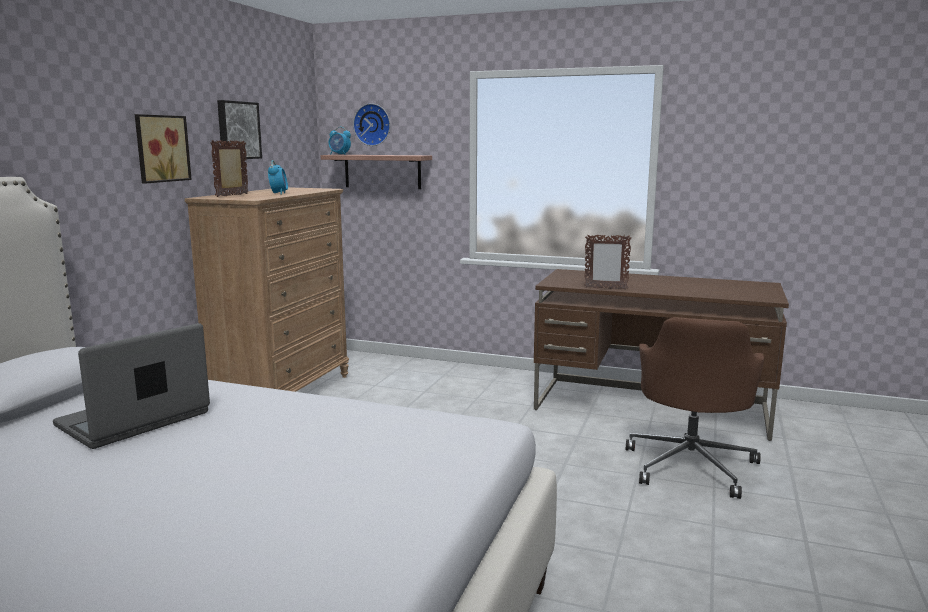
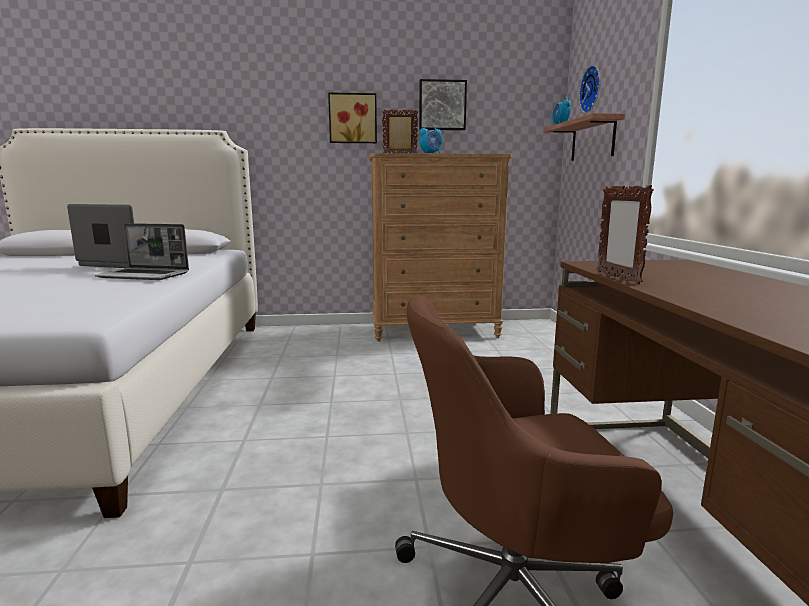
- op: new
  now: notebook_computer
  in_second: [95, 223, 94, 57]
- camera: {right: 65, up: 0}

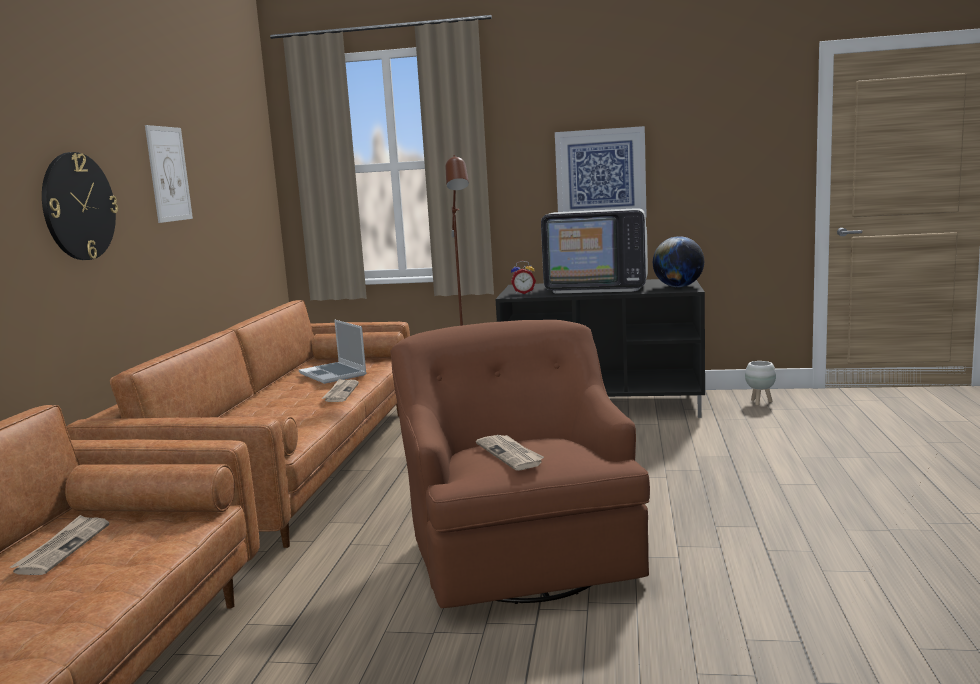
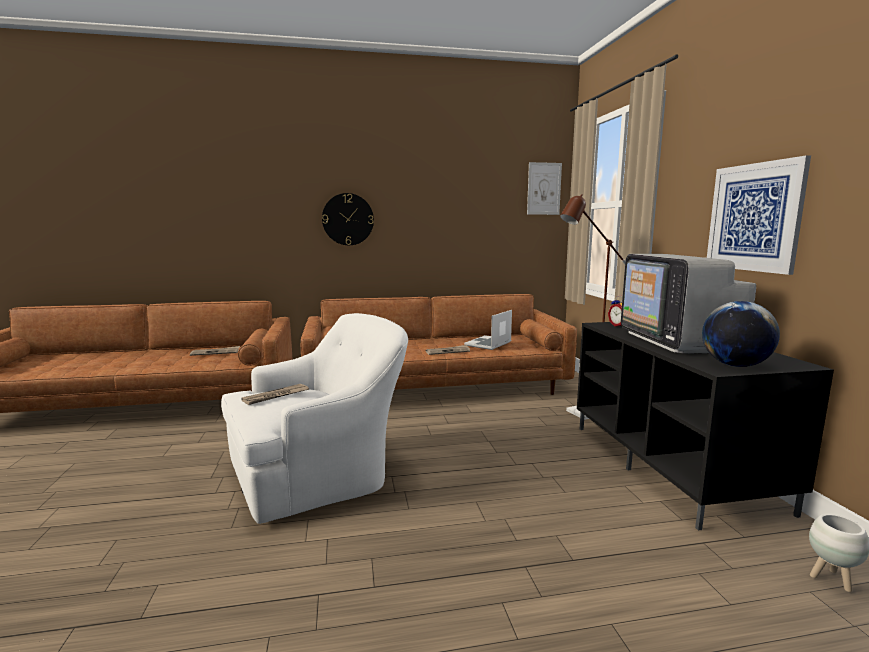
- op: shifted
  was: wall_picture
  in_first: [145, 125, 48, 98]
  in_second: [527, 162, 35, 53]
- op: repainted
  was: brownish_easy_chair
  now: white-coloured_easy_chair
  in_first: [391, 320, 259, 288]
  in_second: [221, 313, 187, 211]
- camera: {right: 70, up: 0}

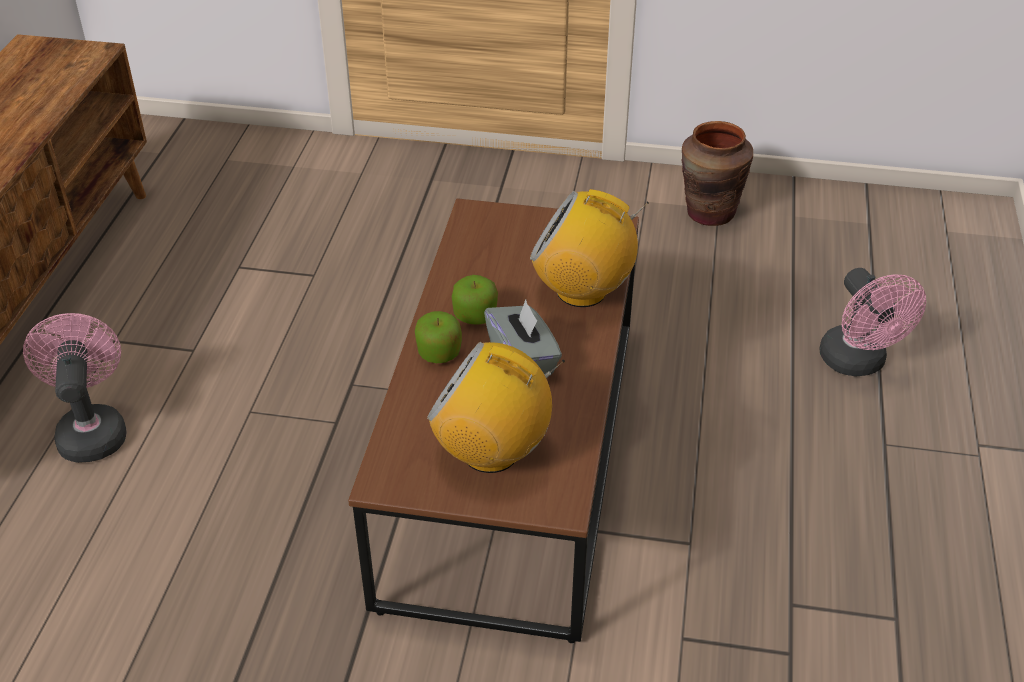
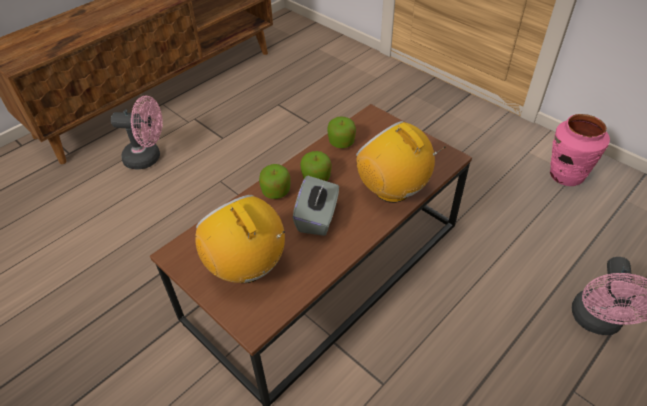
- op: rotated
  was: pink-coloured_fan
  in_first: [23, 313, 104, 150]
  in_second: [111, 96, 52, 73]
  clockwise: 75
- op: repainted
  was: brownish_vase
  now: pink-coloured_vase
  in_first: [682, 121, 71, 105]
  in_second: [550, 114, 60, 72]
- op: new
  now: apple_fruit
  in_second: [327, 116, 29, 32]
- camera: {right: 35, up: 5}

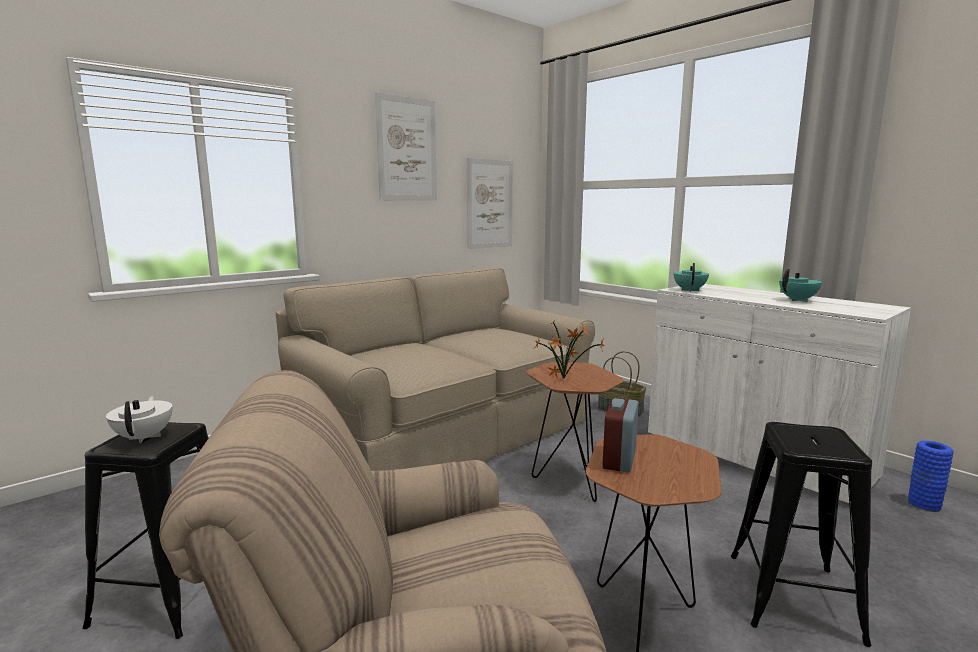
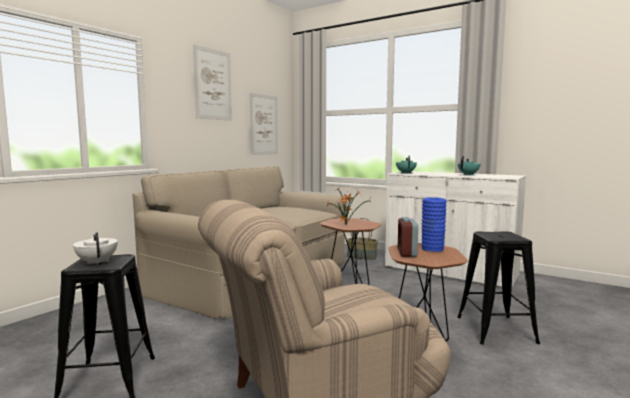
- op: shifted
  was: blue_vase
  in_first: [908, 441, 45, 71]
  in_second: [421, 197, 26, 55]
- camera: {right: -15, up: -5}

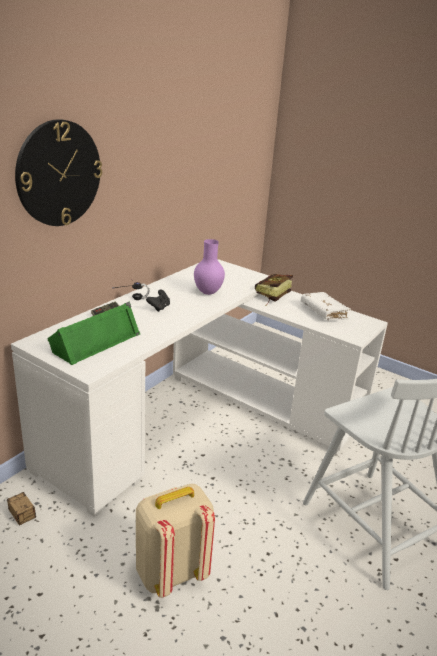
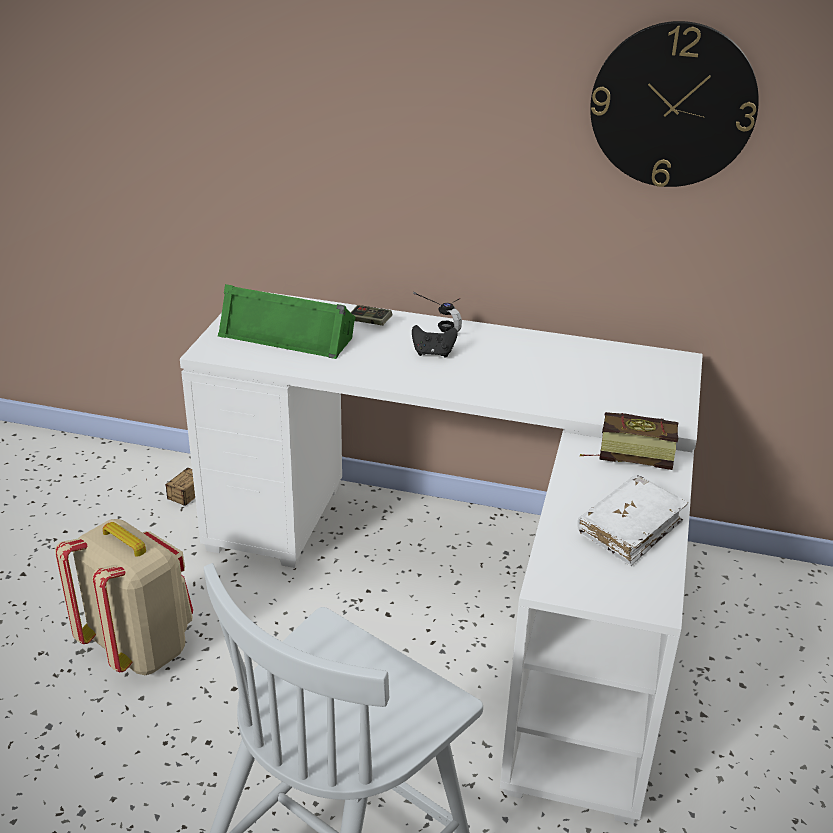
- op: shifted
  was: clock_on_the_wall
  in_first: [15, 119, 87, 107]
  in_second: [590, 21, 169, 166]
- op: gone
  was: purple-coloured_vase
  in_first: [194, 239, 31, 56]
- camera: {right: 70, up: 5}

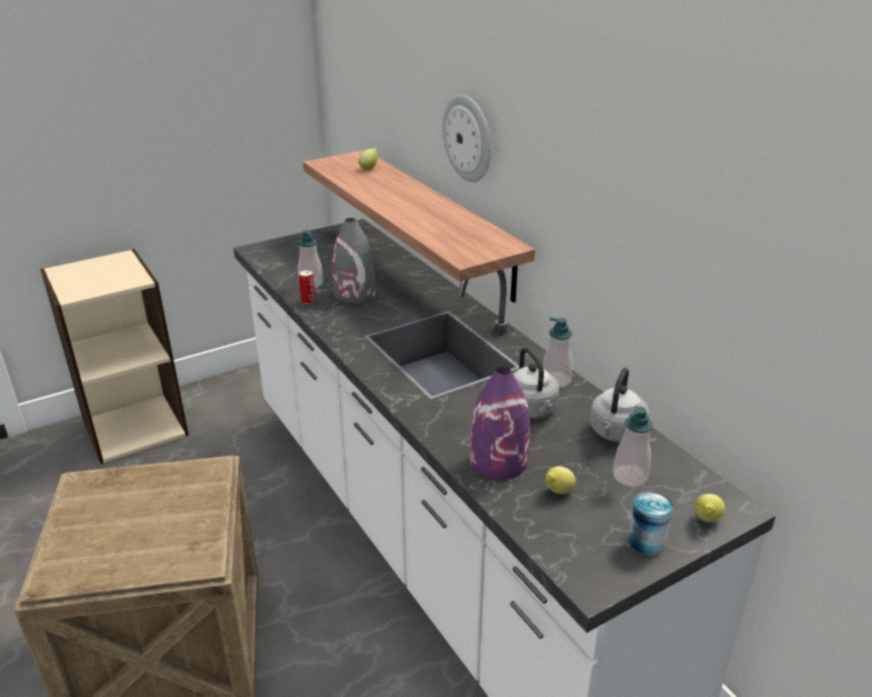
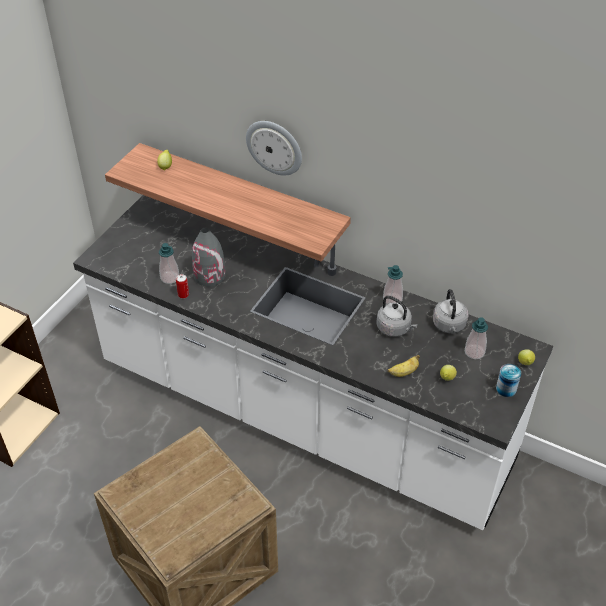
- op: swapped
  was: purple-coloured_vase
  now: banana_fruit
  in_first: [470, 366, 60, 114]
  in_second: [388, 355, 32, 22]
- camera: {right: -30, up: 15}

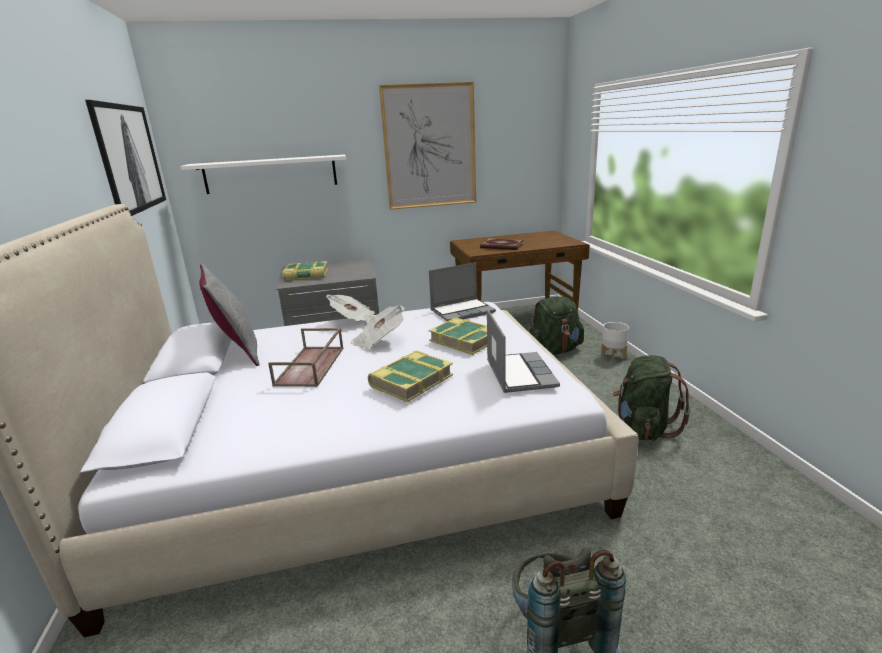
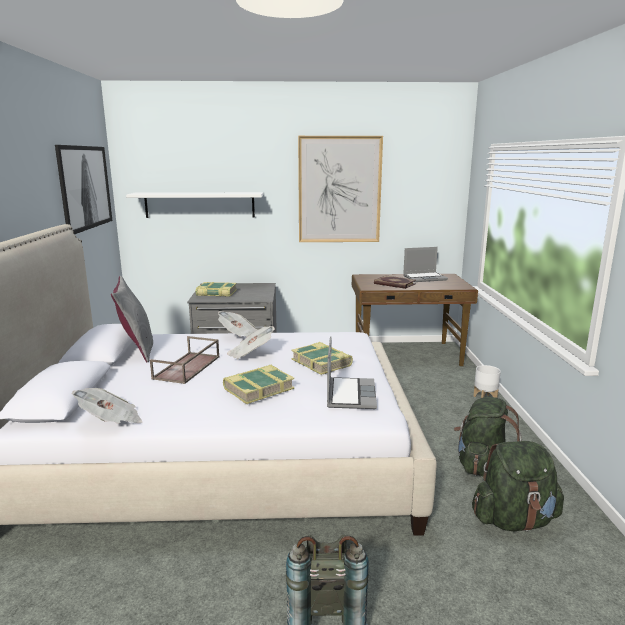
- op: shifted
  was: notebook_computer
  in_first: [429, 262, 67, 59]
  in_second: [403, 247, 45, 35]
- op: shifted
  was: greenish_knapsack
  in_first: [529, 296, 55, 59]
  in_second: [472, 441, 92, 90]
- op: new
  now: daily_paper
  in_second: [72, 388, 70, 36]
- camera: {right: 10, up: -5}

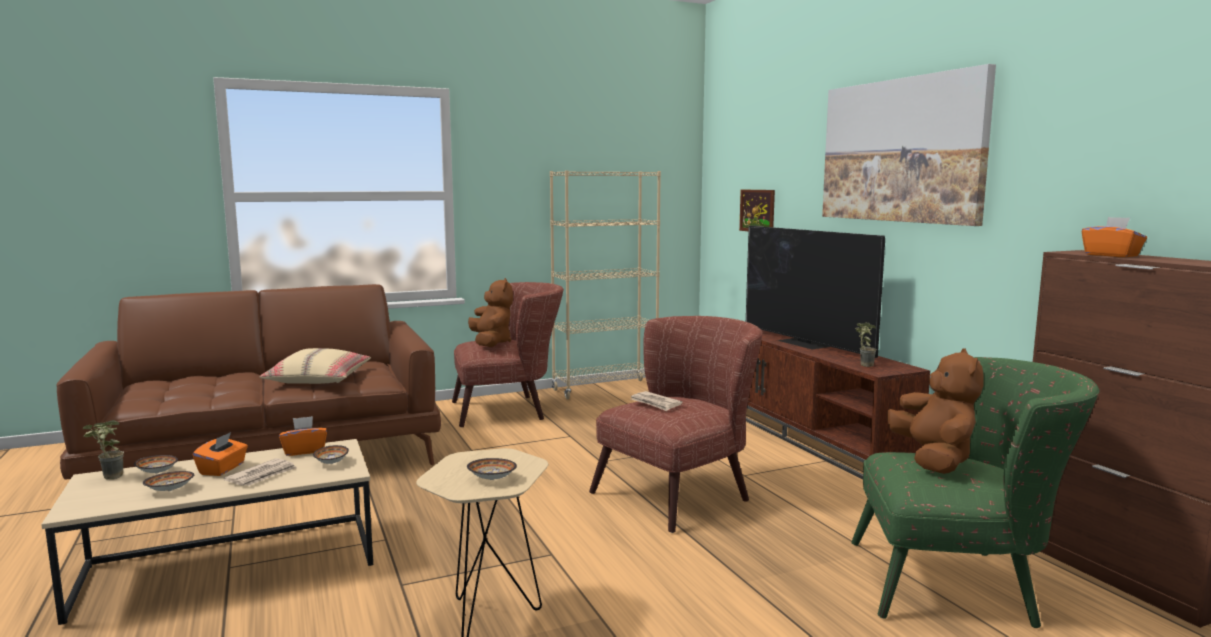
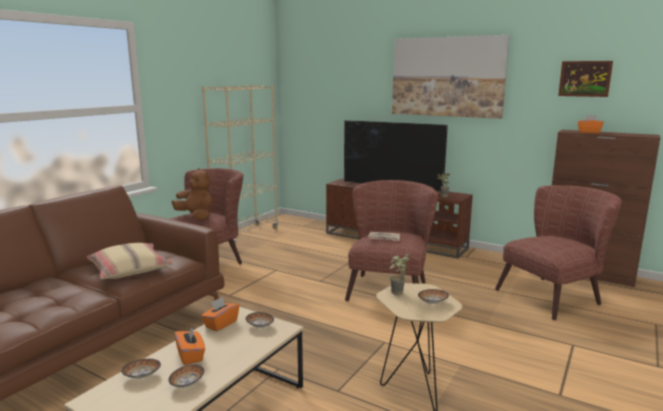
- op: shifted
  was: potted_plant
  in_first: [83, 420, 41, 60]
  in_second: [390, 253, 20, 42]
- op: gone
  was: daily_paper
  in_first: [223, 458, 74, 28]
- op: shifted
  was: wall_picture
  in_first: [739, 189, 36, 42]
  in_second: [558, 61, 55, 36]
- op: repainted
  was: greenish_easy_chair
  now: brownish_easy_chair
  in_first: [851, 357, 248, 271]
  in_second: [495, 185, 127, 135]
- op: gone
  was: brownish_soft_toy
  in_first: [887, 349, 97, 125]
- camera: {right: -35, up: 5}

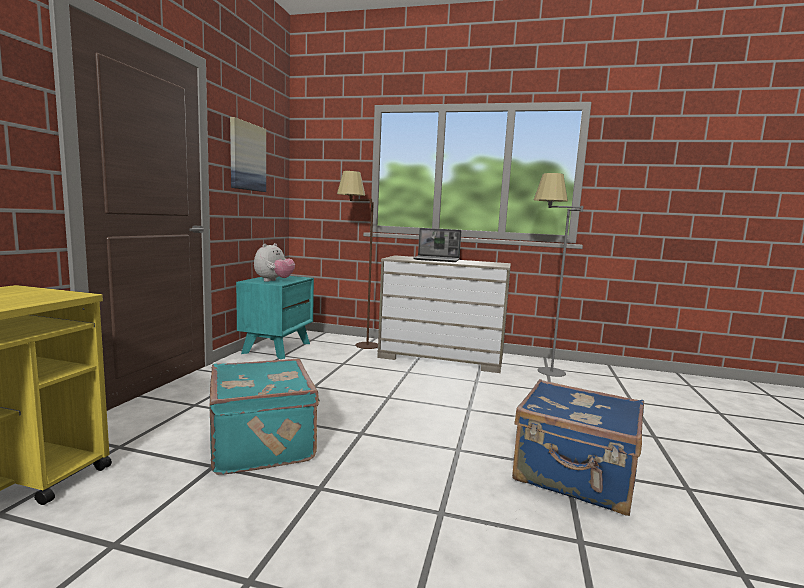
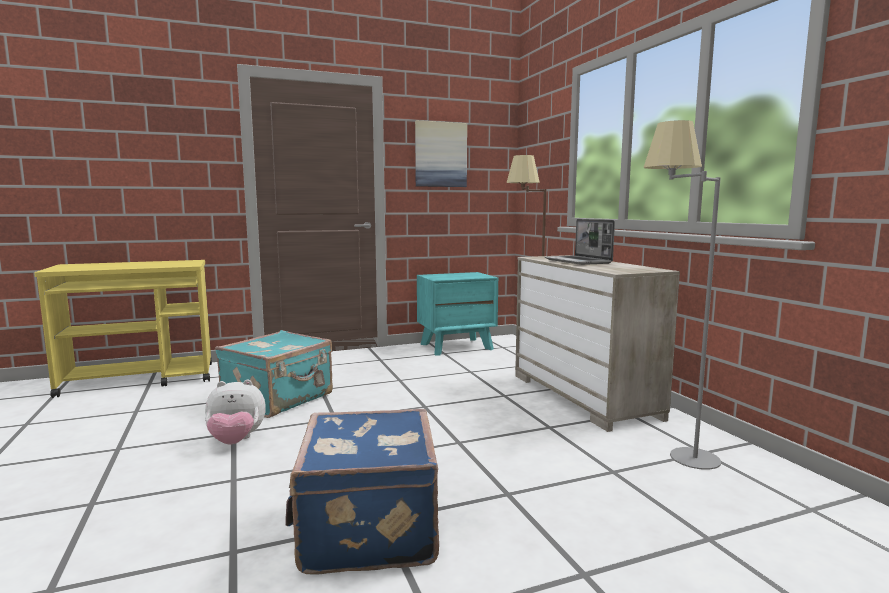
- op: shifted
  was: soft_toy
  in_first: [254, 243, 41, 39]
  in_second: [205, 380, 61, 65]
- camera: {right: 55, up: 0}

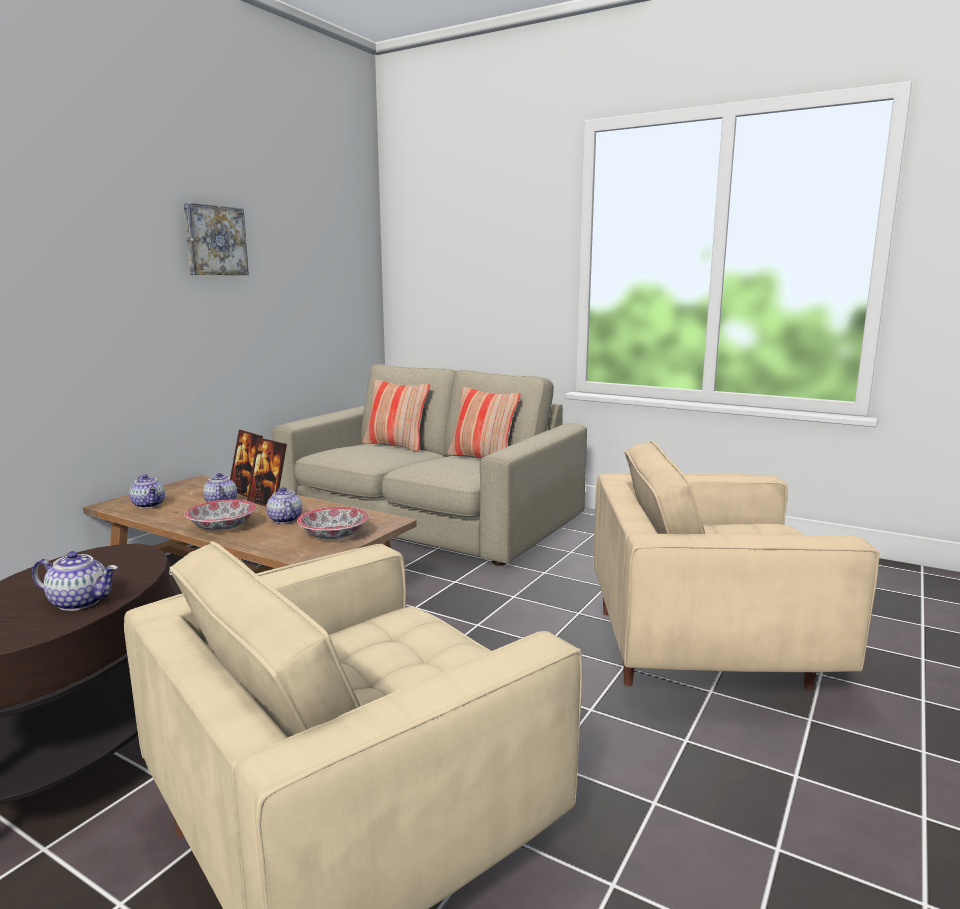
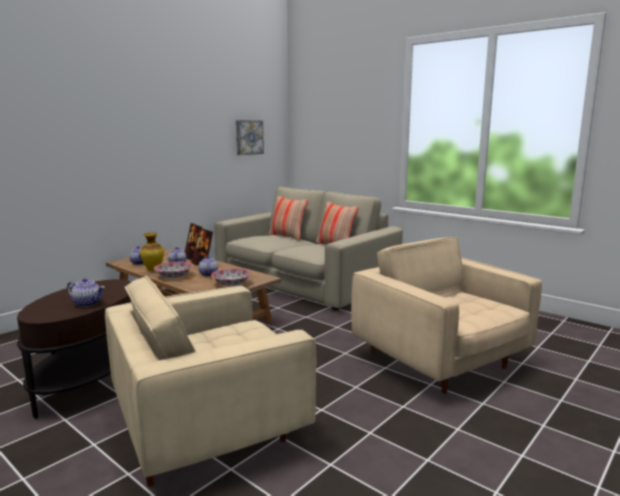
- op: shifted
  was: wall_picture
  in_first: [184, 203, 65, 72]
  in_second: [236, 120, 28, 35]
- op: rotated
  was: sand-coloured_easy_chair
  in_first: [593, 440, 286, 250]
  in_second: [351, 237, 191, 157]
  clockwise: 45
- op: new
  now: vase
  in_second: [140, 233, 24, 38]
- camera: {right: 10, up: 0}

